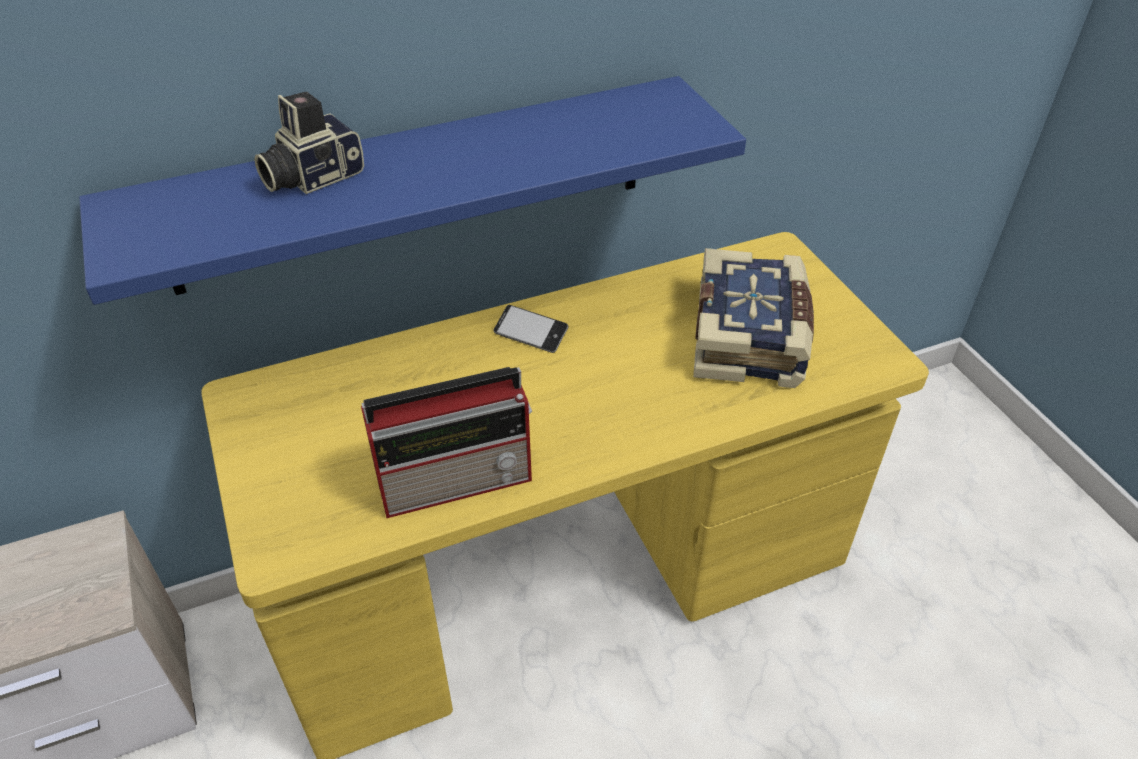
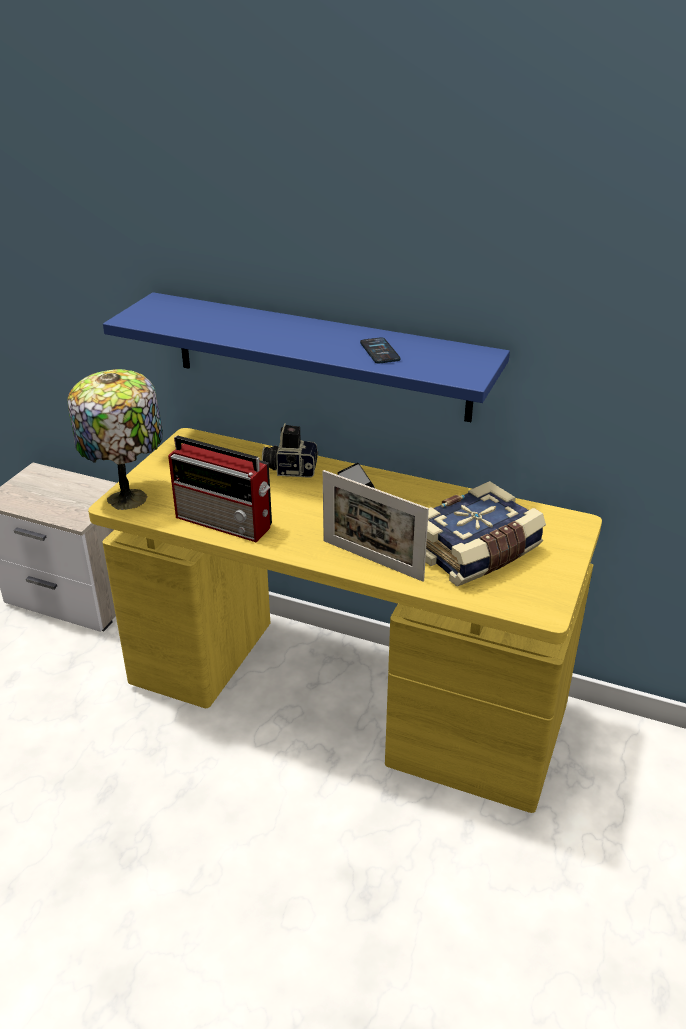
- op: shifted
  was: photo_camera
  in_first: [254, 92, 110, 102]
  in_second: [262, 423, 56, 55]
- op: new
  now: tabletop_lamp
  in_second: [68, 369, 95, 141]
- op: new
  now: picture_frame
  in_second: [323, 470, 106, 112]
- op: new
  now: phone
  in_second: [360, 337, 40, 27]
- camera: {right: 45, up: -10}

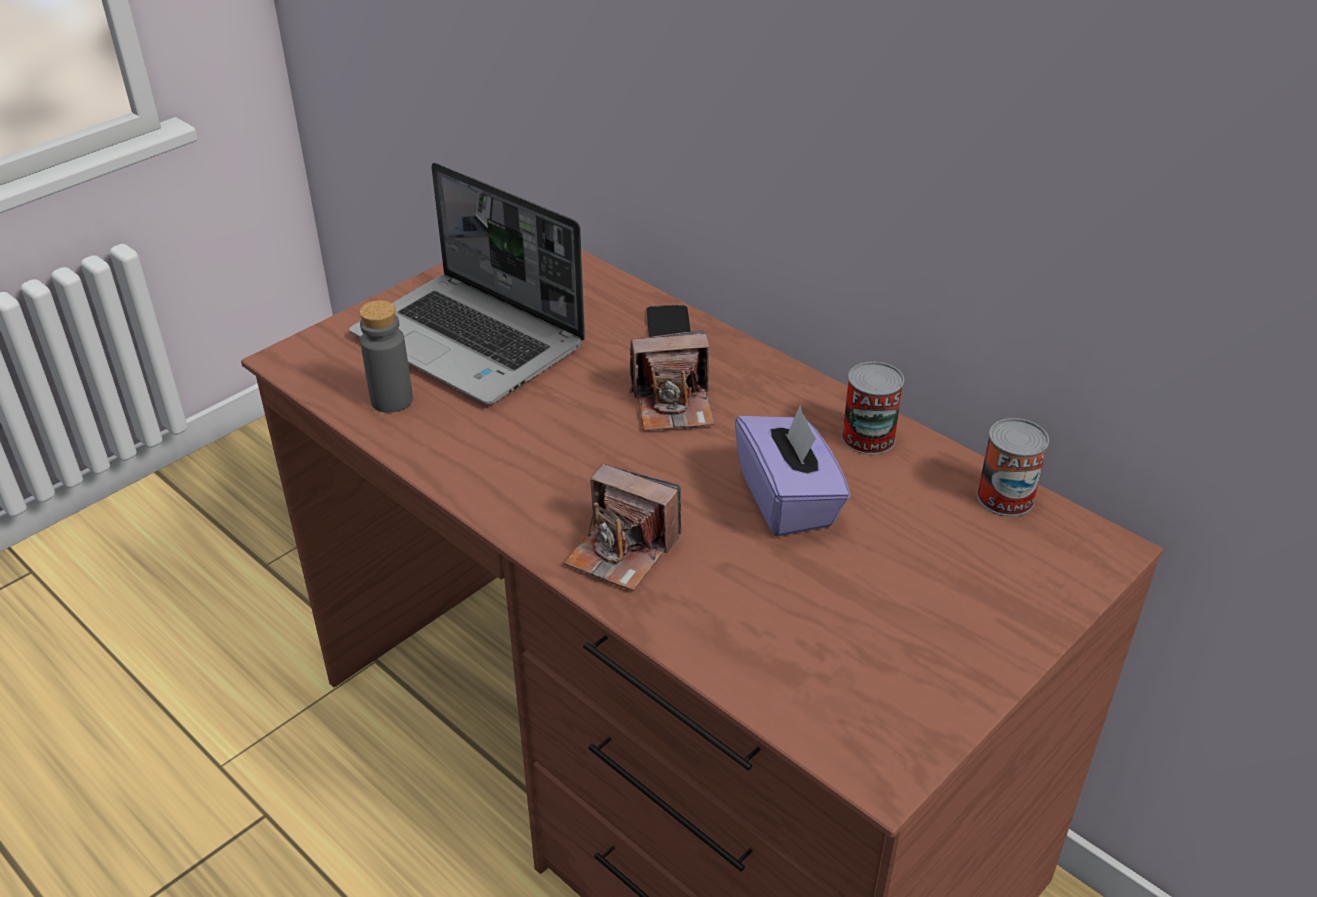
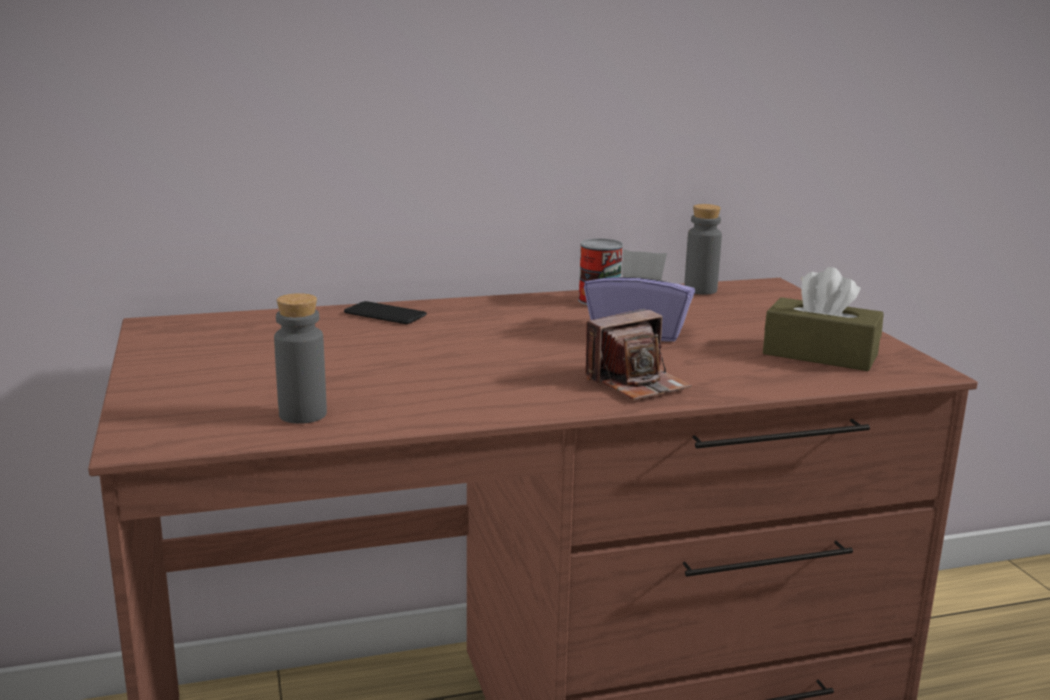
- op: gone
  was: notebook_computer
  in_first: [349, 162, 236, 242]
- op: gone
  was: photo_camera
  in_first: [629, 330, 86, 101]
- op: swapped
  was: can
  now: gray_bottle
  in_first: [977, 418, 72, 98]
  in_second: [684, 204, 38, 91]
- op: new
  now: brownish_tissue_holder
  in_second: [763, 267, 121, 104]
- camera: {right: -60, up: -20}

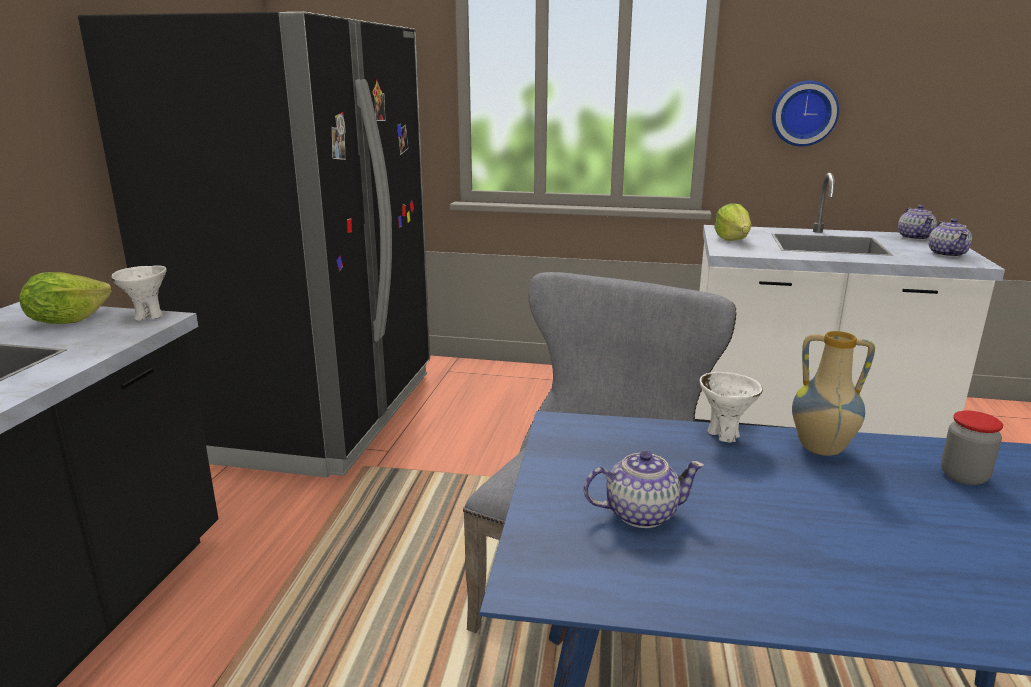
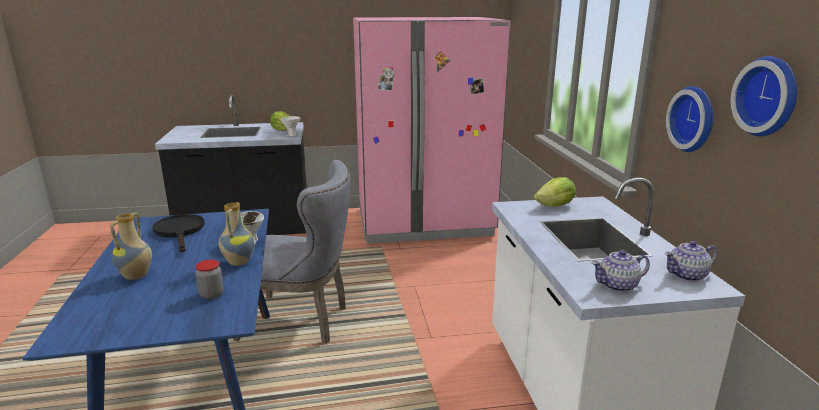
- op: repainted
  was: black-coloured_kitchen_fridge
  now: pink-coloured_kitchen_fridge
  in_first: [78, 12, 352, 466]
  in_second: [353, 17, 158, 227]
- op: swapped
  was: teapot
  now: black-coloured_skillet
  in_first: [584, 451, 120, 77]
  in_second: [152, 214, 53, 38]
- op: new
  now: vase
  in_second: [110, 212, 42, 68]
- op: new
  now: clock_on_the_wall
  in_second: [731, 56, 66, 80]
- camera: {right: 70, up: 0}

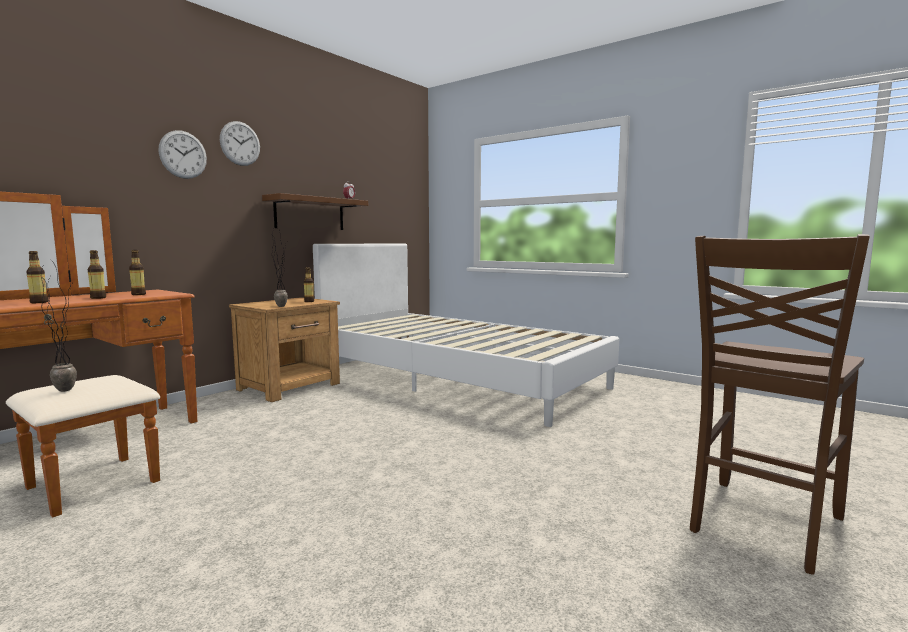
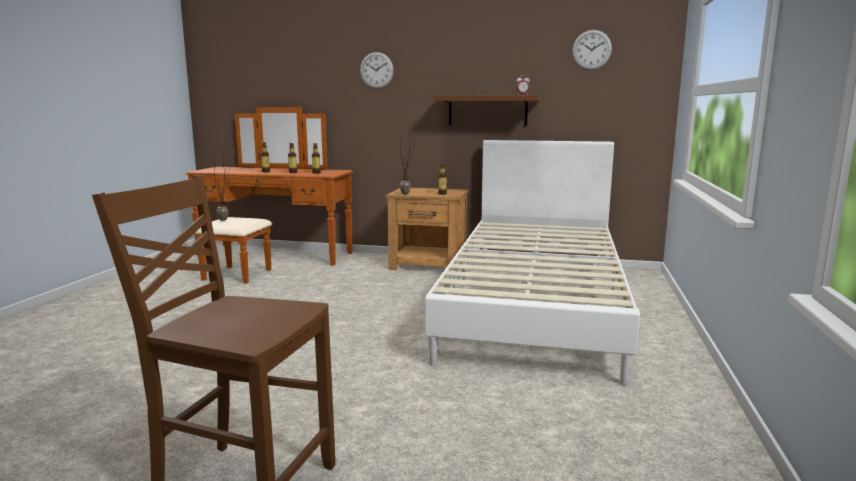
- op: shifted
  was: clock_on_the_wall
  in_first: [220, 121, 40, 45]
  in_second: [572, 30, 40, 40]
- camera: {right: 65, up: 5}

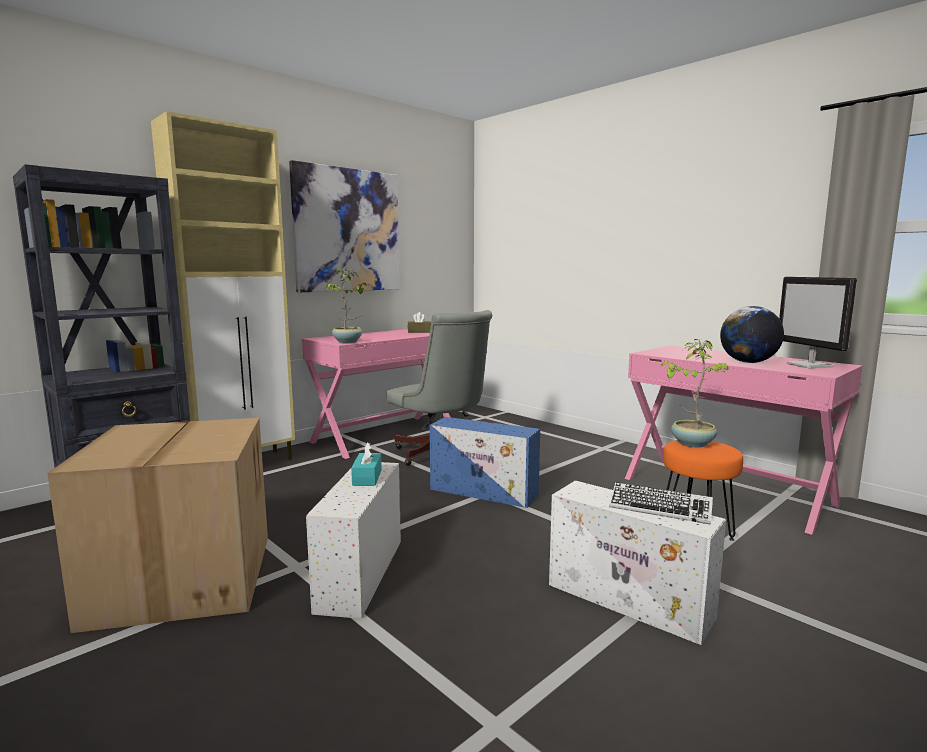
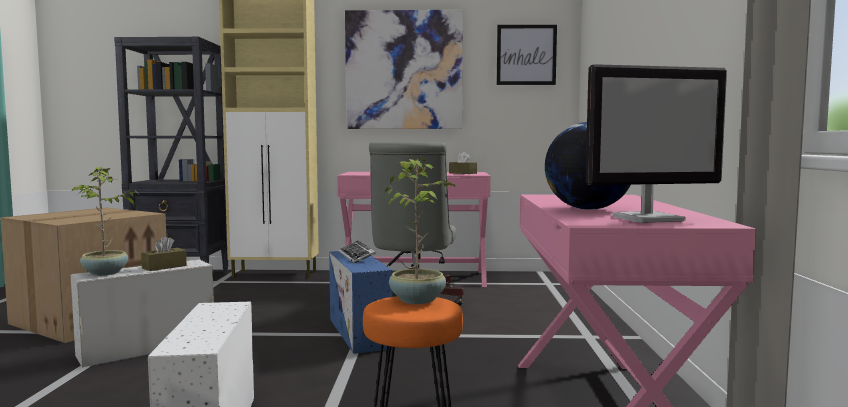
- op: shifted
  was: potted_plant
  in_first: [326, 268, 41, 75]
  in_second: [72, 167, 66, 109]
- op: repainted
  was: blue-green_tissue_holder
  now: brownish_tissue_holder
  in_first: [351, 442, 31, 44]
  in_second: [141, 236, 46, 35]
- op: shifted
  was: PC_keyboard
  in_first: [609, 482, 104, 43]
  in_second: [339, 241, 37, 23]
- op: rotated
  was: monitor
  in_first: [779, 277, 78, 91]
  in_second: [585, 64, 142, 159]
  clockwise: -135
- op: new
  now: wall_picture
  in_second: [497, 25, 60, 60]
- camera: {right: 45, up: -5}

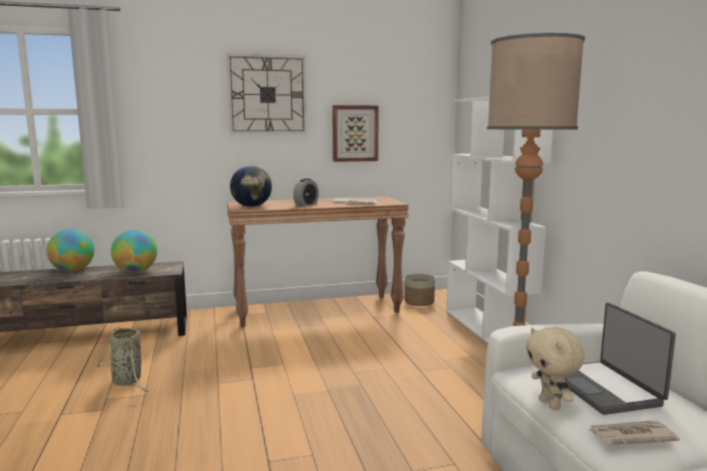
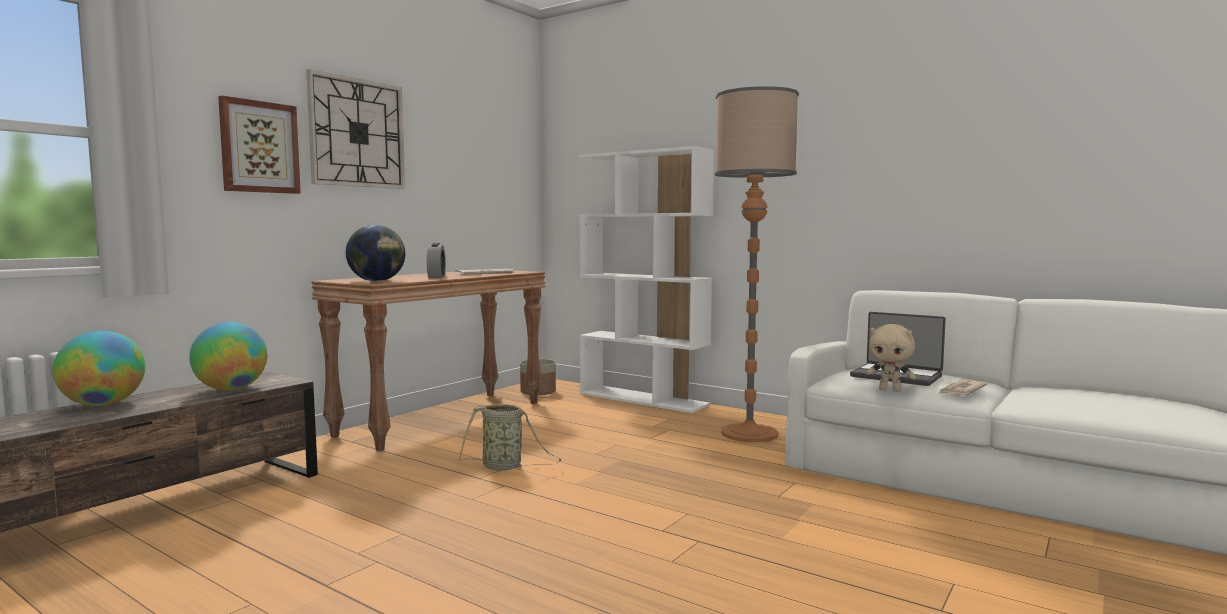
- op: shifted
  was: household_basket
  in_first: [95, 327, 54, 65]
  in_second: [459, 404, 102, 66]
- op: shifted
  was: wall_picture
  in_first: [332, 105, 47, 57]
  in_second: [218, 96, 83, 98]
- camera: {right: -40, up: -5}

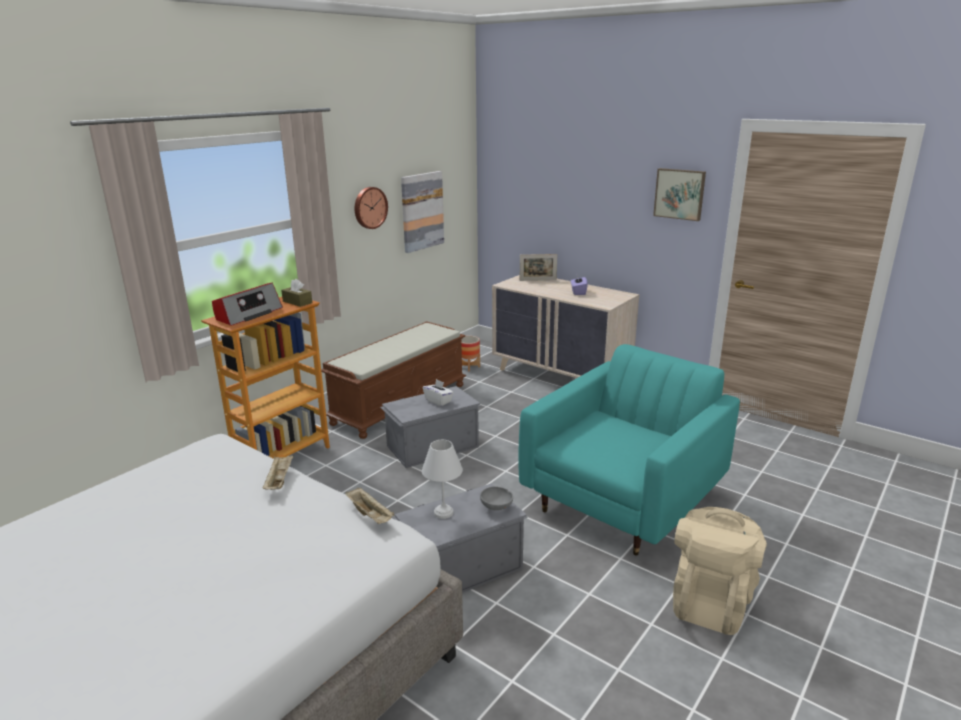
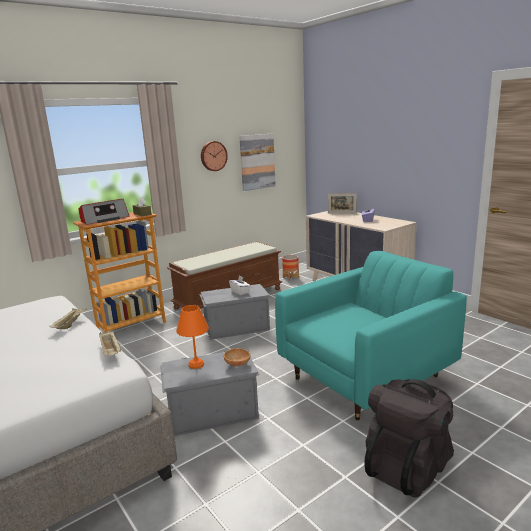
- op: repainted
  was: white-coloured_tabletop_lamp
  now: orangey_tabletop_lamp
  in_first: [422, 440, 41, 79]
  in_second: [176, 305, 33, 64]
- op: repainted
  was: gray_deep_dish
  now: brownish_deep_dish
  in_first: [480, 486, 33, 24]
  in_second: [224, 348, 26, 19]
- op: gone
  was: wall_picture
  in_first: [653, 168, 53, 53]
- op: repainted
  was: sand-coloured_knapsack
  now: black-coloured_knapsack
  in_first: [673, 507, 94, 128]
  in_second: [364, 379, 90, 118]
- camera: {right: 15, up: -5}

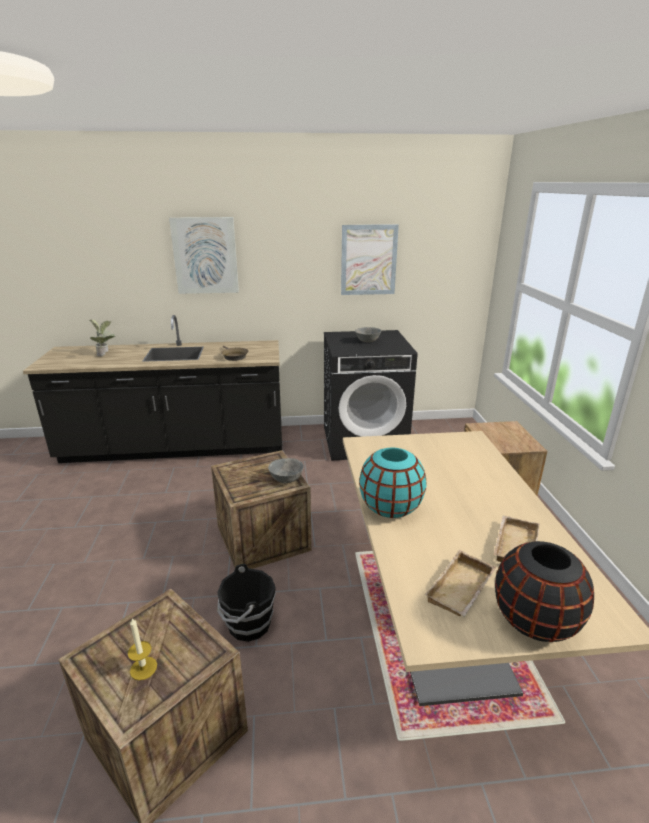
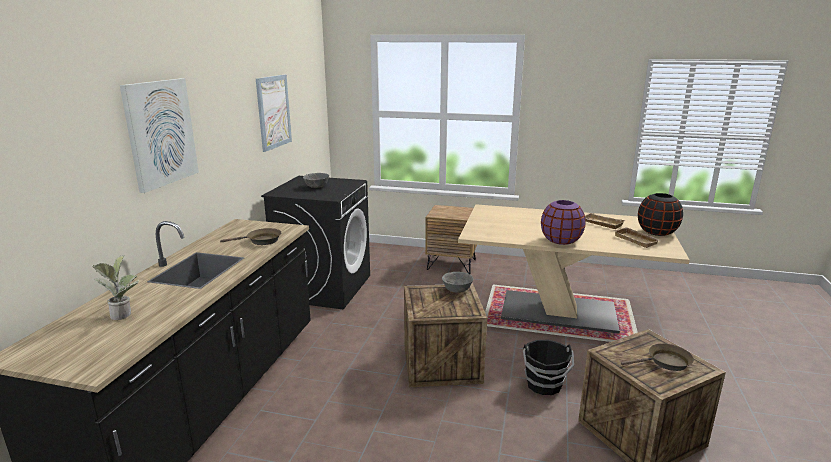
- op: swapped
  was: wax_candle
  now: brownish_skillet
  in_first: [128, 618, 29, 62]
  in_second: [621, 343, 73, 28]
- op: repainted
  was: blue-green_vase
  now: purple-coloured_vase
  in_first: [359, 448, 67, 70]
  in_second: [541, 200, 45, 45]
- camera: {right: -70, up: -5}

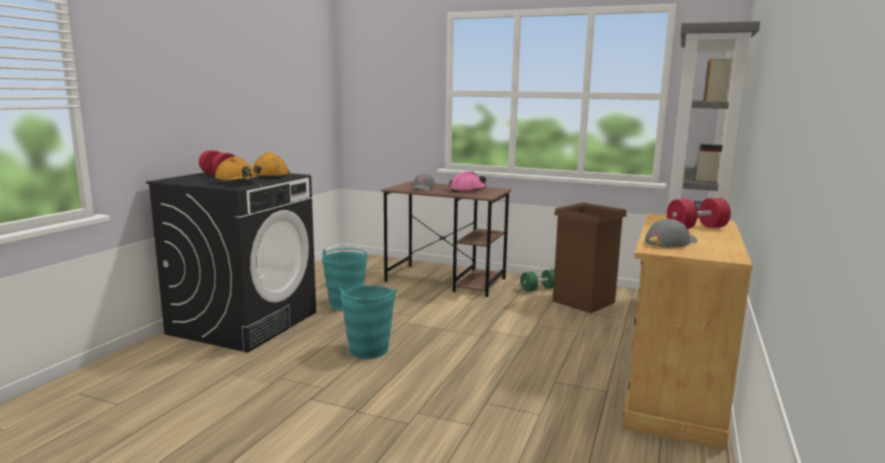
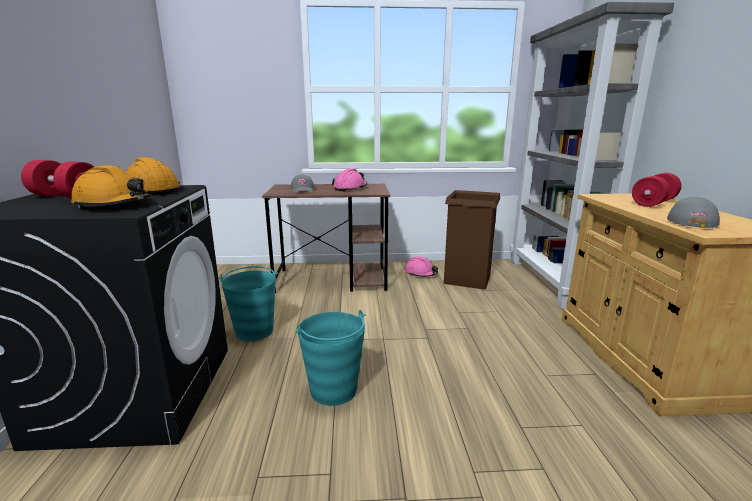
- op: swapped
  was: greenish_hand_weight
  now: pink-coloured_work_helmet
  in_first: [521, 269, 34, 23]
  in_second: [405, 256, 33, 21]
- camera: {right: -25, up: 5}

